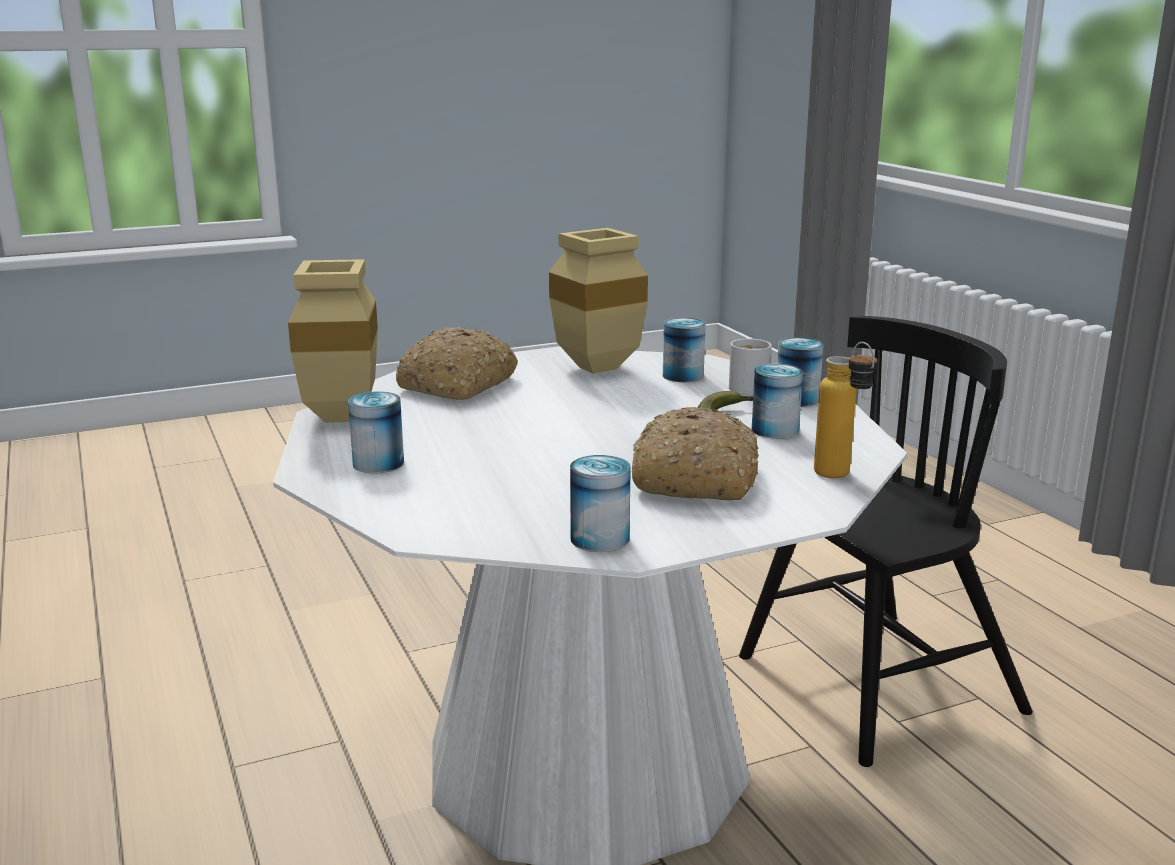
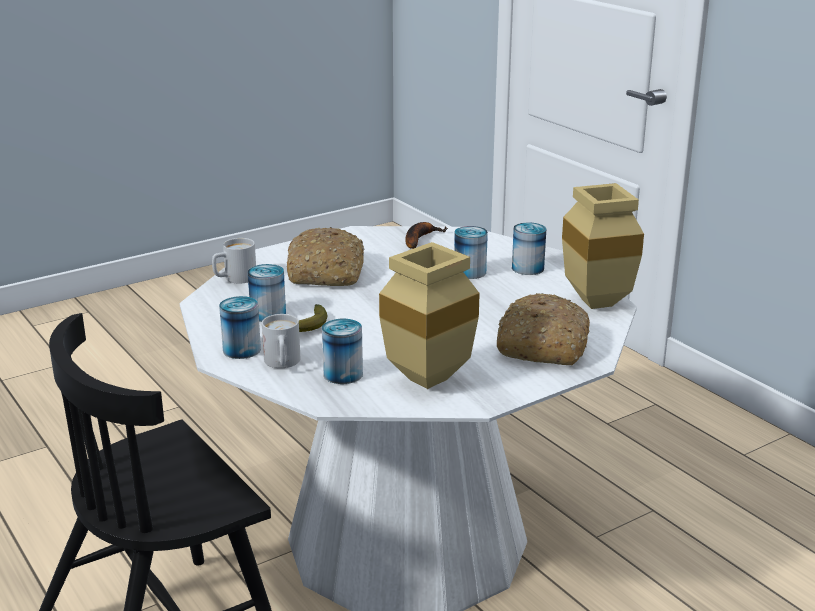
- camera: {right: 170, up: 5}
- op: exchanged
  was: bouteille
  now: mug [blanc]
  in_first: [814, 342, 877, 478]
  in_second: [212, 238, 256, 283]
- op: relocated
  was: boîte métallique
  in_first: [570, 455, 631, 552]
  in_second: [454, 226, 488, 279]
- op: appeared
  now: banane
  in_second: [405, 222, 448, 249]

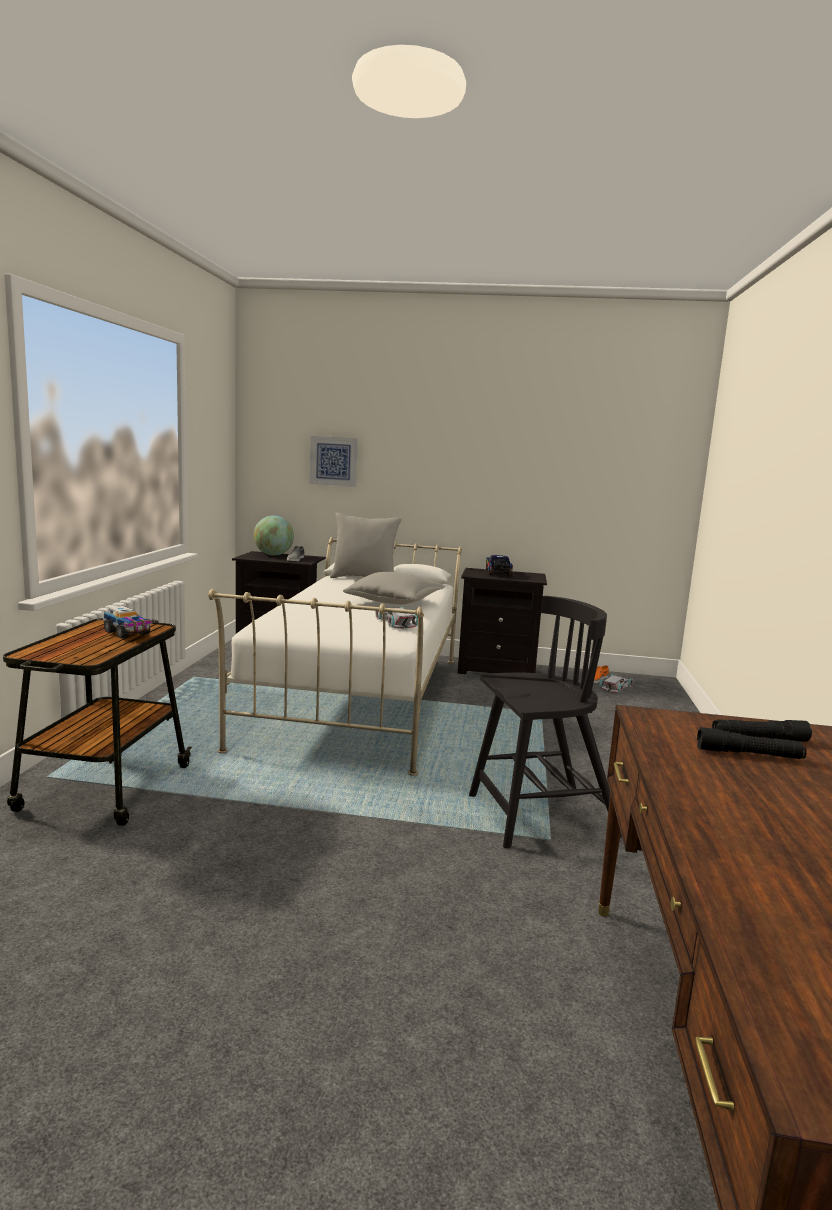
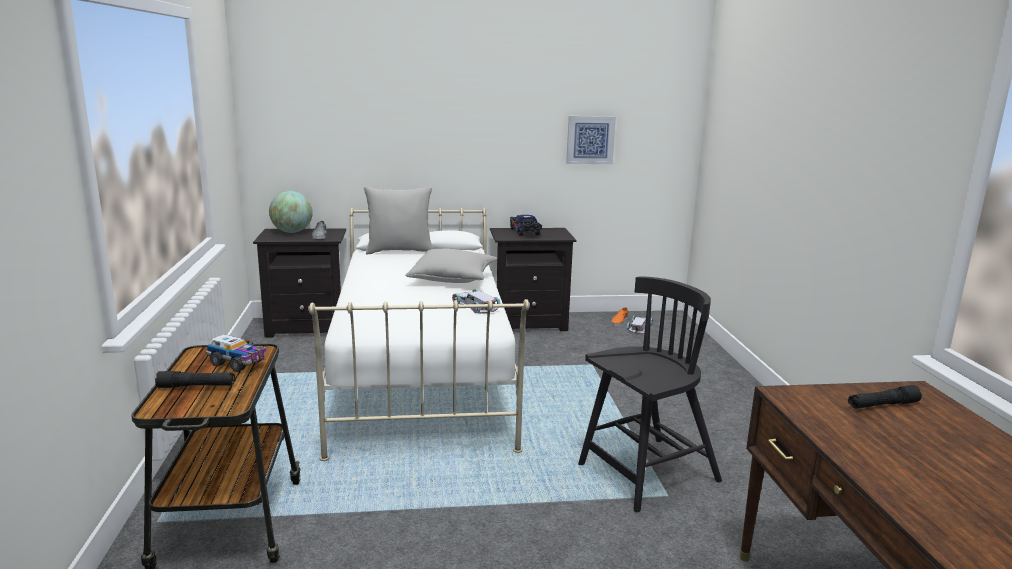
- camera: {right: -15, up: 5}
- op: relocated
  was: tableau
  in_first: [310, 436, 358, 487]
  in_second: [566, 116, 616, 164]
- op: relocated
  was: lampe de poche [noir]
  in_first: [697, 727, 807, 759]
  in_second: [155, 371, 235, 388]

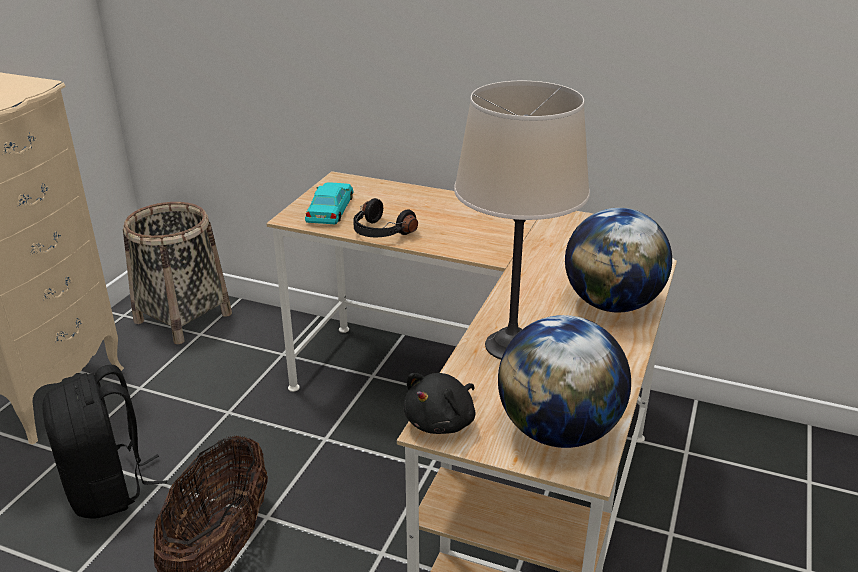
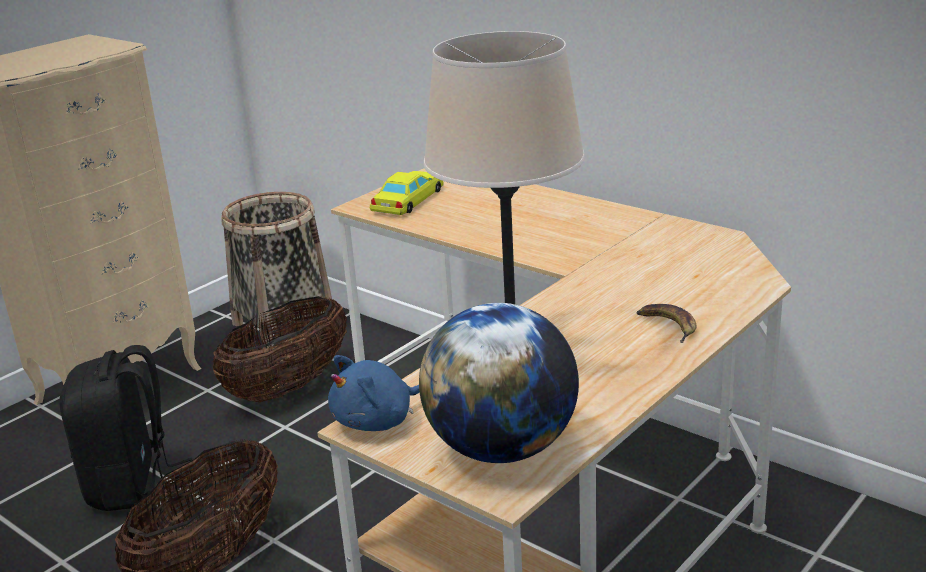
- camera: {right: 20, up: -5}
- op: colour
  was: petite voiture [turquoise]
  now: petite voiture [jaune]
  in_first: [305, 183, 353, 224]
  in_second: [370, 171, 443, 215]
- op: missing
  was: casque audio [noir]
  in_first: [353, 198, 418, 237]
- op: exchanged
  was: globe
  now: banane
  in_first: [565, 208, 672, 312]
  in_second: [637, 304, 696, 343]
- op: colour
  was: peluche [noir]
  now: peluche [bleu]
  in_first: [404, 373, 475, 434]
  in_second: [328, 355, 420, 431]
- op: appeared
  now: panier
  in_second: [213, 296, 347, 402]

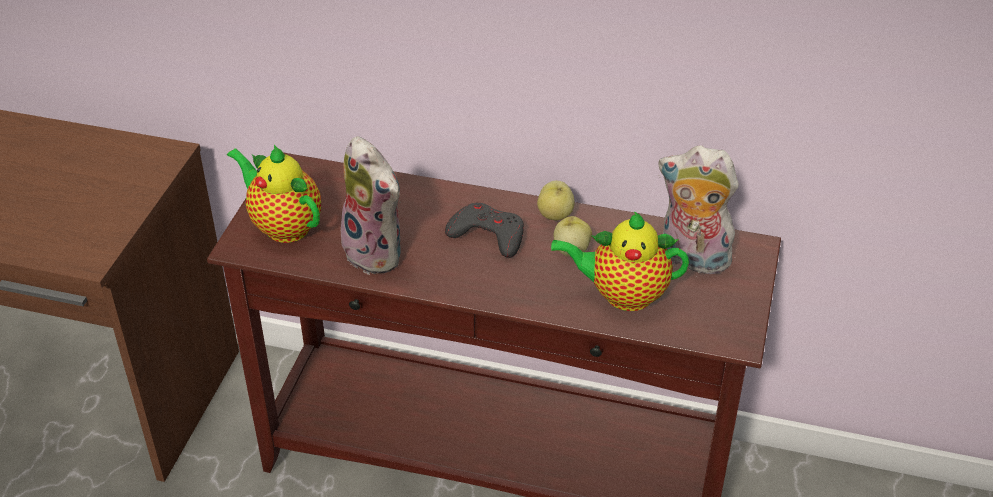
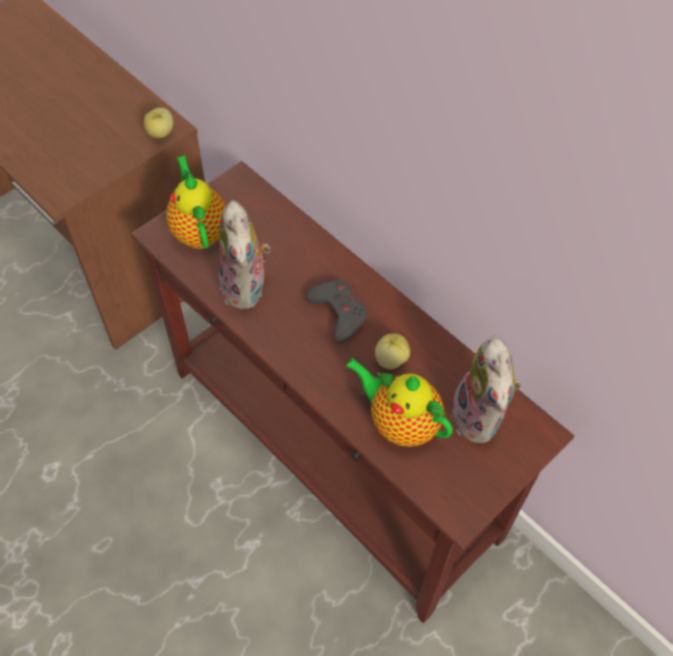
- camera: {right: 30, up: 15}
- op: spun
  was: peluche
  in_first: [658, 145, 739, 277]
  in_second: [451, 335, 521, 443]
  clockwise: -150
- op: relocated
  was: pomme
  in_first: [537, 181, 575, 220]
  in_second: [144, 107, 174, 138]

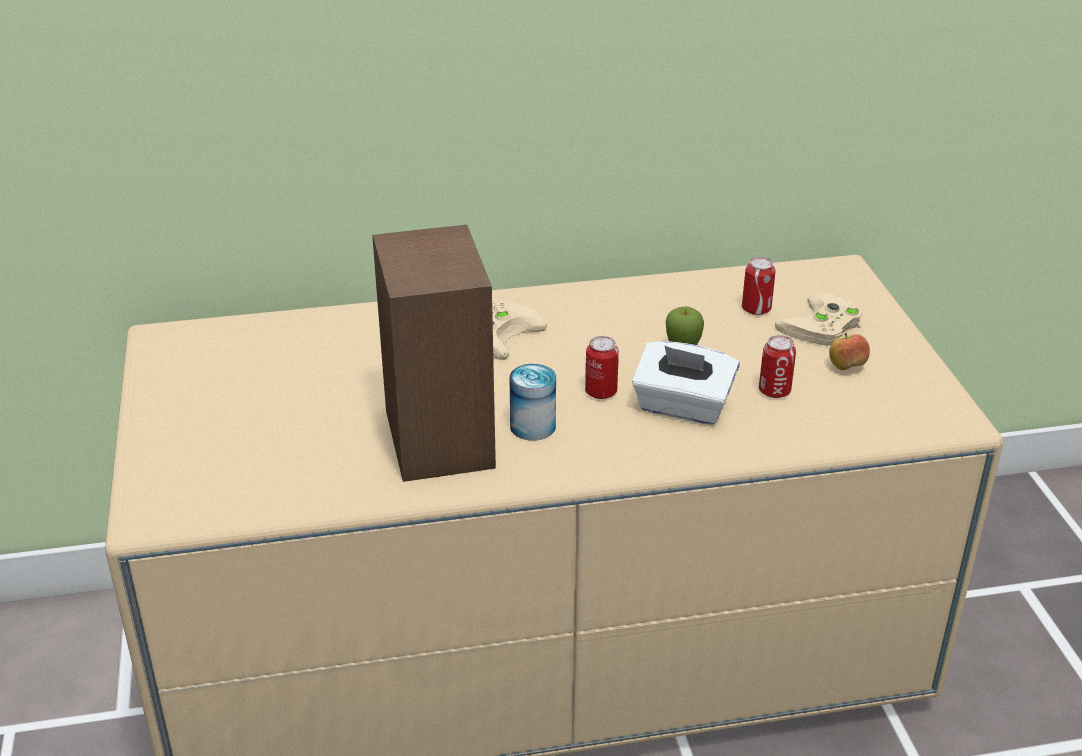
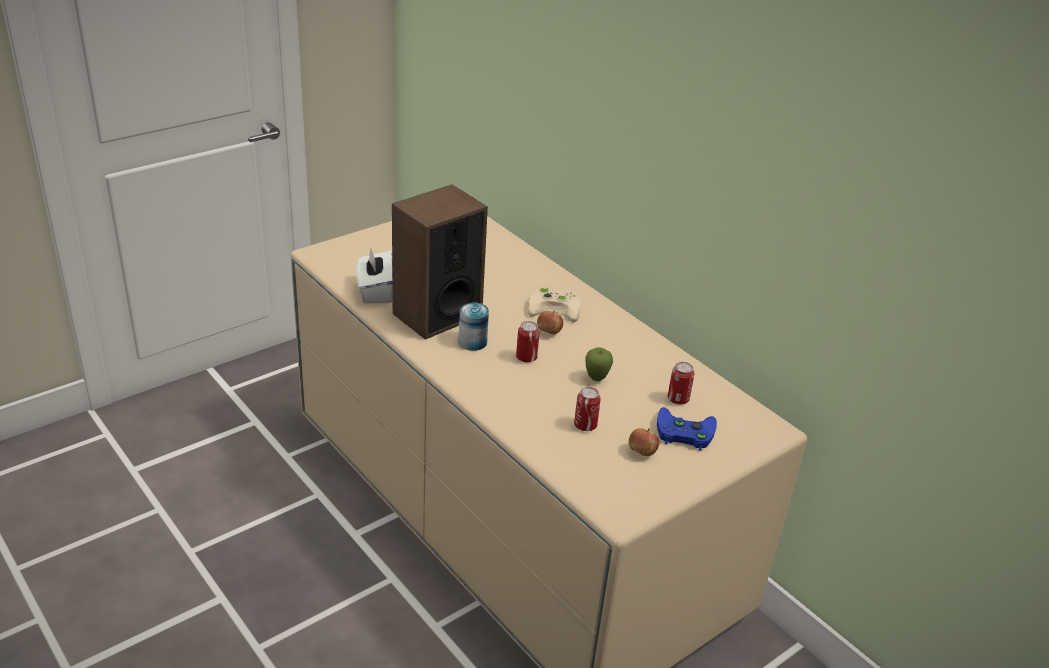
- camera: {right: 60, up: 0}
- op: colour
  was: manette [beige]
  now: manette [bleu]
  in_first: [775, 292, 863, 346]
  in_second: [657, 407, 717, 451]
- op: relocated
  was: boîte à mouchoirs [blanc]
  in_first: [632, 341, 740, 425]
  in_second: [356, 247, 393, 304]
- op: appeared
  now: pomme
  in_second: [537, 311, 563, 335]

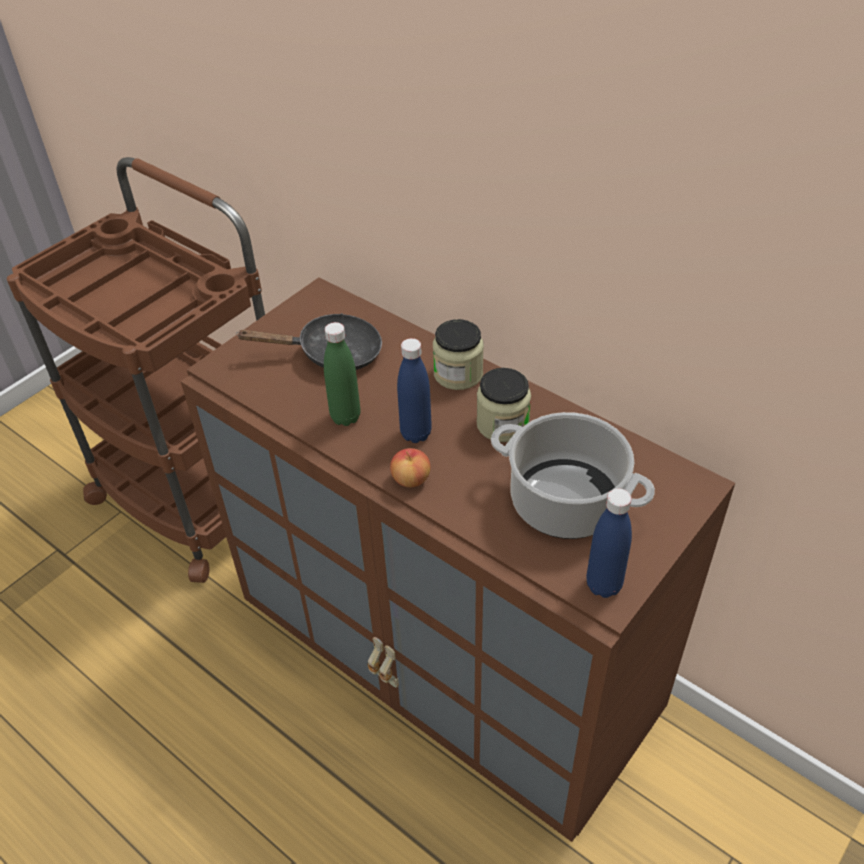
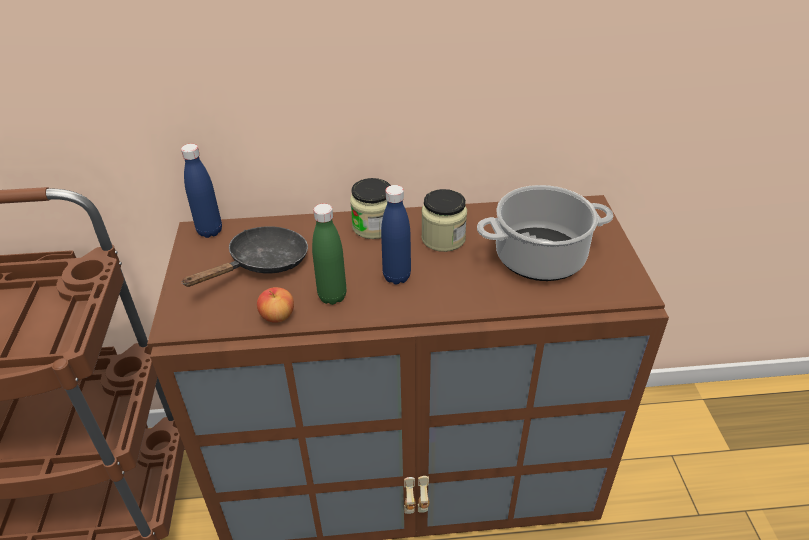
- camera: {right: -45, up: -5}
- op: relocated
  was: pomme
  in_first: [390, 448, 431, 487]
  in_second: [257, 287, 294, 323]
- op: relocated
  was: bouteille [bleu]
  in_first: [586, 488, 632, 598]
  in_second: [181, 144, 222, 238]

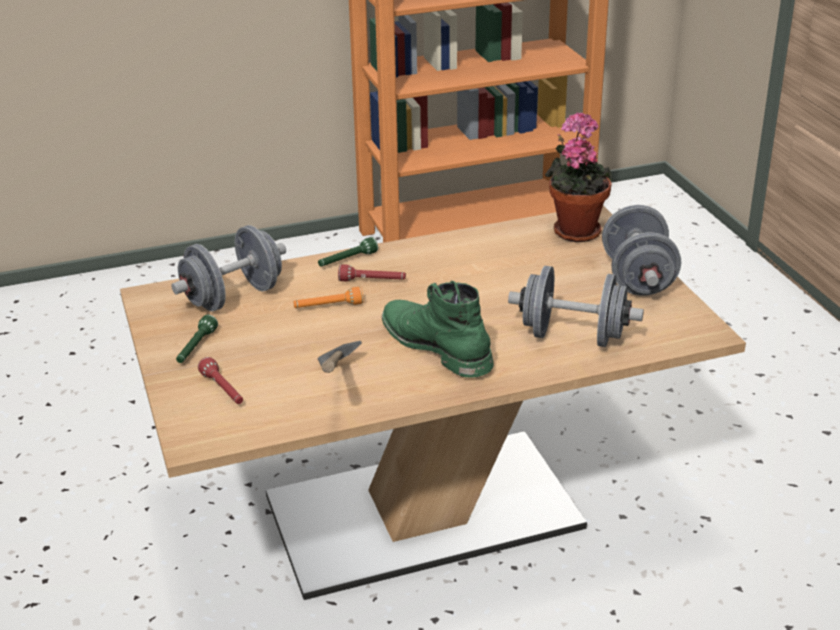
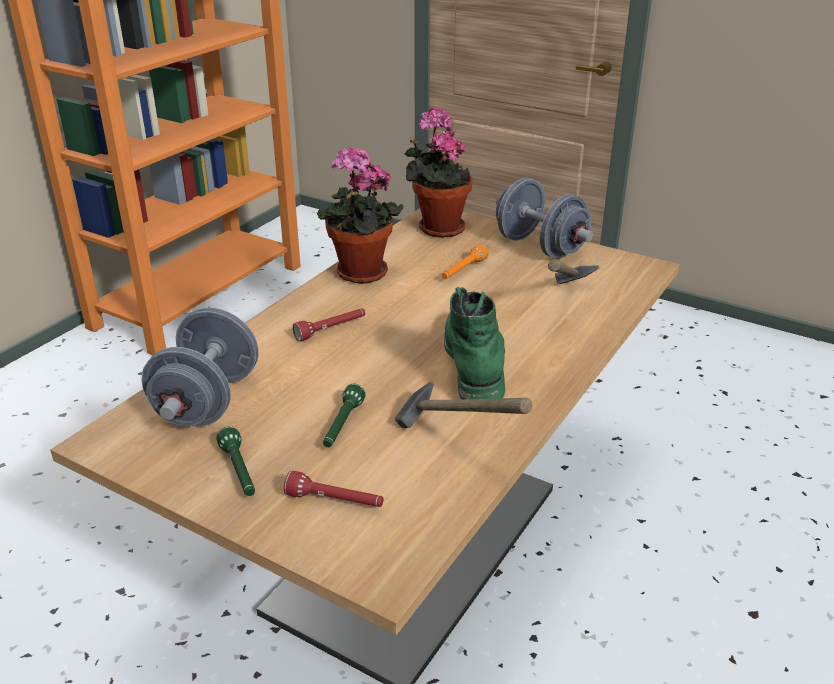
- camera: {right: -40, up: 0}
- op: relocated
  was: lampe de poche [vert]
  in_first: [318, 237, 378, 267]
  in_second: [323, 384, 366, 448]
- op: exchanged
  was: haltère [gris]
  now: marteau
  in_first: [508, 266, 644, 347]
  in_second: [548, 259, 599, 284]
- op: spun
  was: botte [vert]
  in_first: [382, 281, 494, 378]
  in_second: [444, 287, 505, 399]
  clockwise: 75
- op: relocated
  was: lampe de poche [orange]
  in_first: [294, 287, 364, 308]
  in_second: [442, 244, 489, 279]
- op: appeared
  now: plante en pot
  in_second: [317, 146, 403, 284]

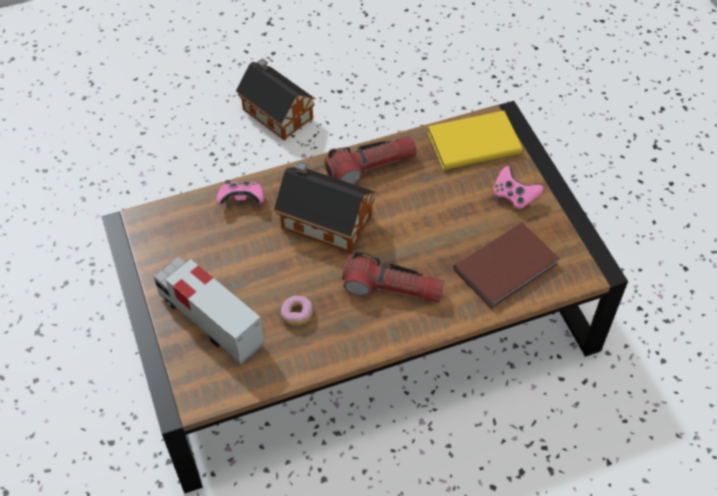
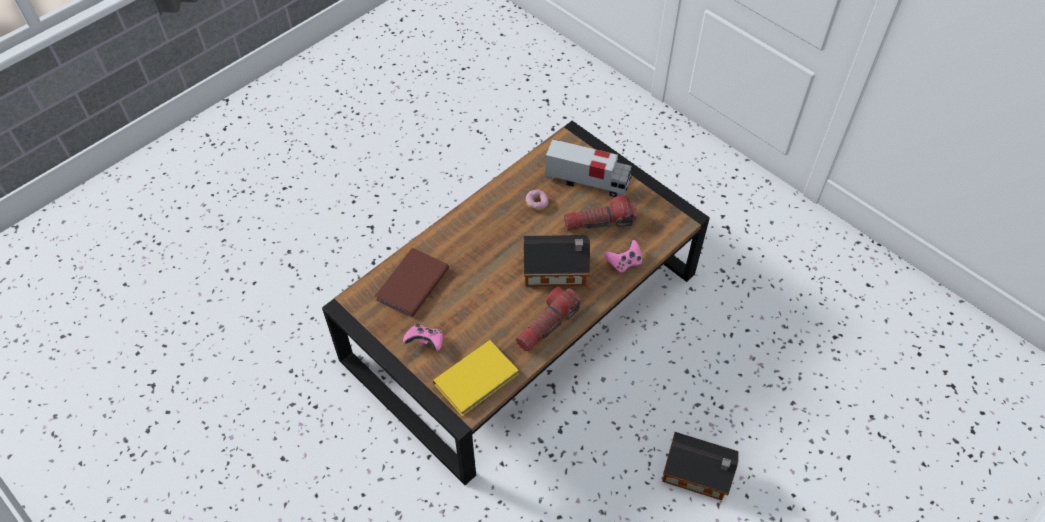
- camera: {right: 155, up: 0}
- op: relocated
  was: lampe de poche
  in_first: [342, 251, 444, 303]
  in_second: [564, 196, 637, 230]

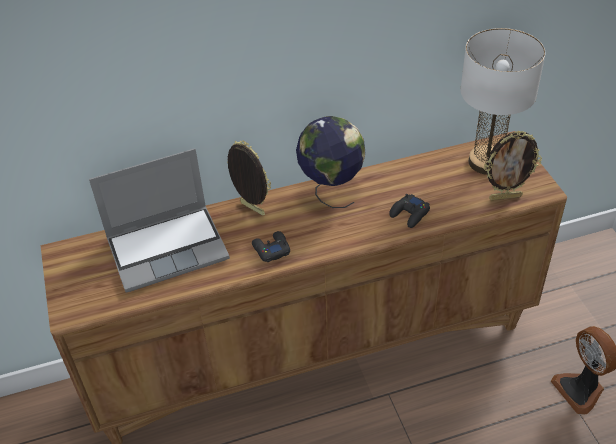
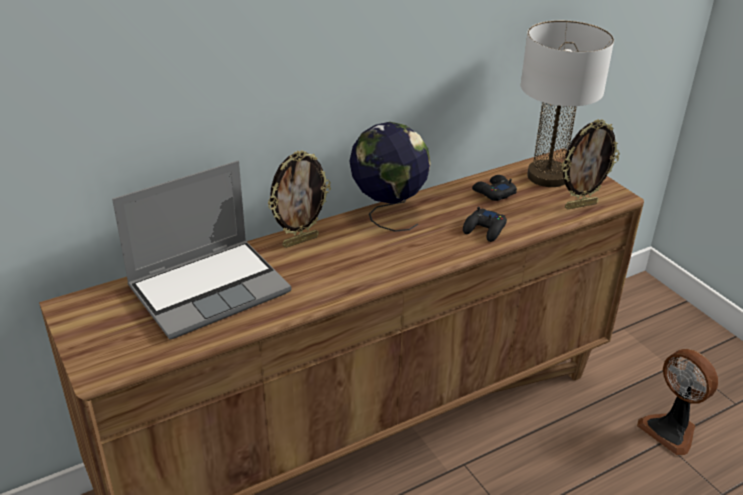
- camera: {right: -15, up: -10}
- op: spun
  was: cadre photo
  in_first: [227, 140, 271, 216]
  in_second: [267, 150, 331, 248]
  clockwise: 120
- op: relocated
  was: manette [noir]
  in_first: [252, 231, 290, 262]
  in_second: [472, 175, 517, 201]

